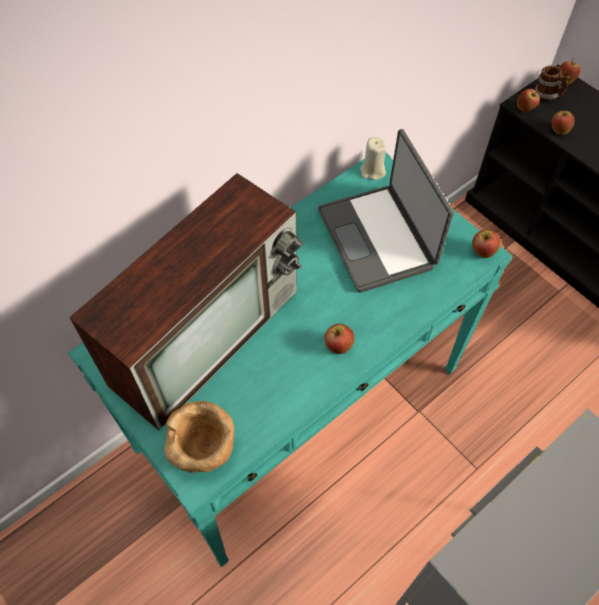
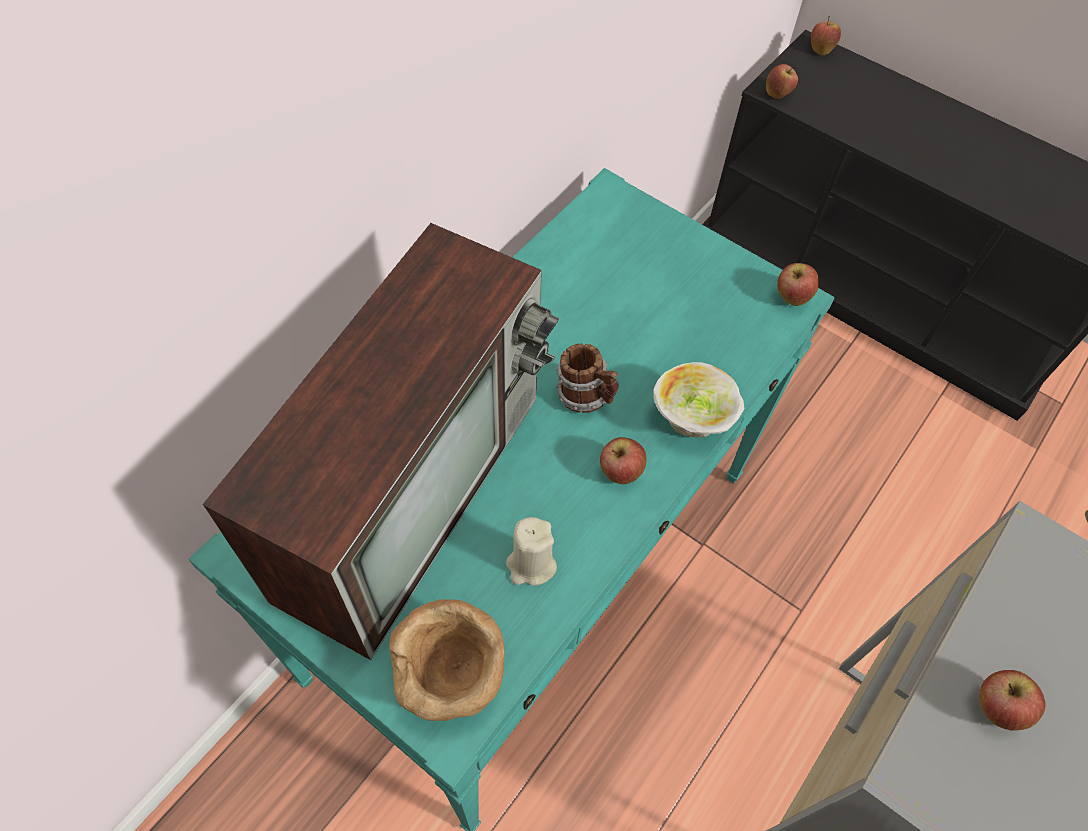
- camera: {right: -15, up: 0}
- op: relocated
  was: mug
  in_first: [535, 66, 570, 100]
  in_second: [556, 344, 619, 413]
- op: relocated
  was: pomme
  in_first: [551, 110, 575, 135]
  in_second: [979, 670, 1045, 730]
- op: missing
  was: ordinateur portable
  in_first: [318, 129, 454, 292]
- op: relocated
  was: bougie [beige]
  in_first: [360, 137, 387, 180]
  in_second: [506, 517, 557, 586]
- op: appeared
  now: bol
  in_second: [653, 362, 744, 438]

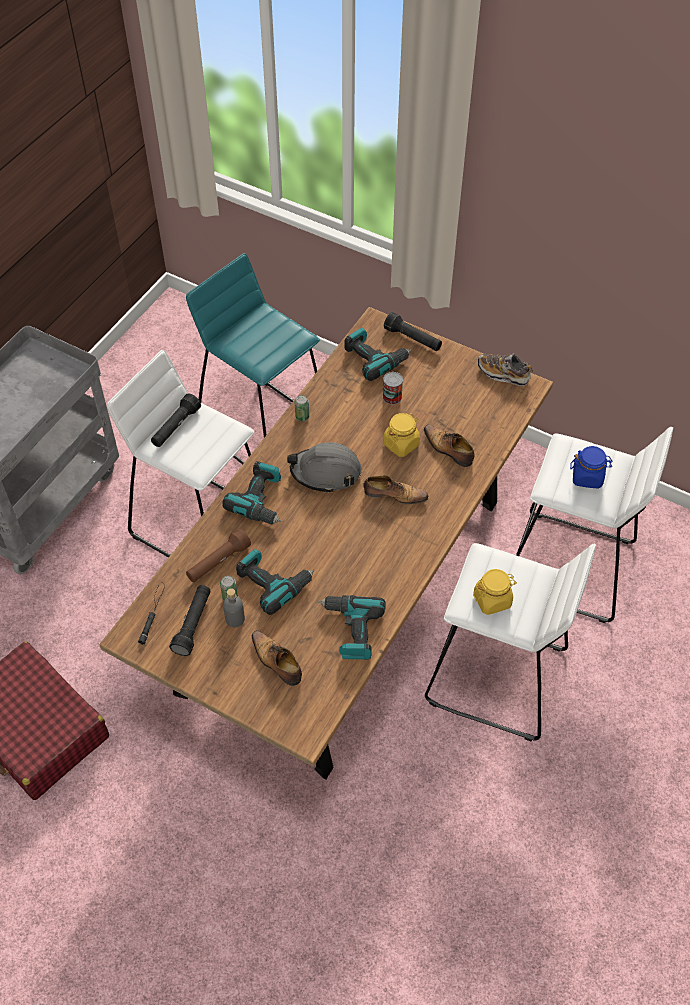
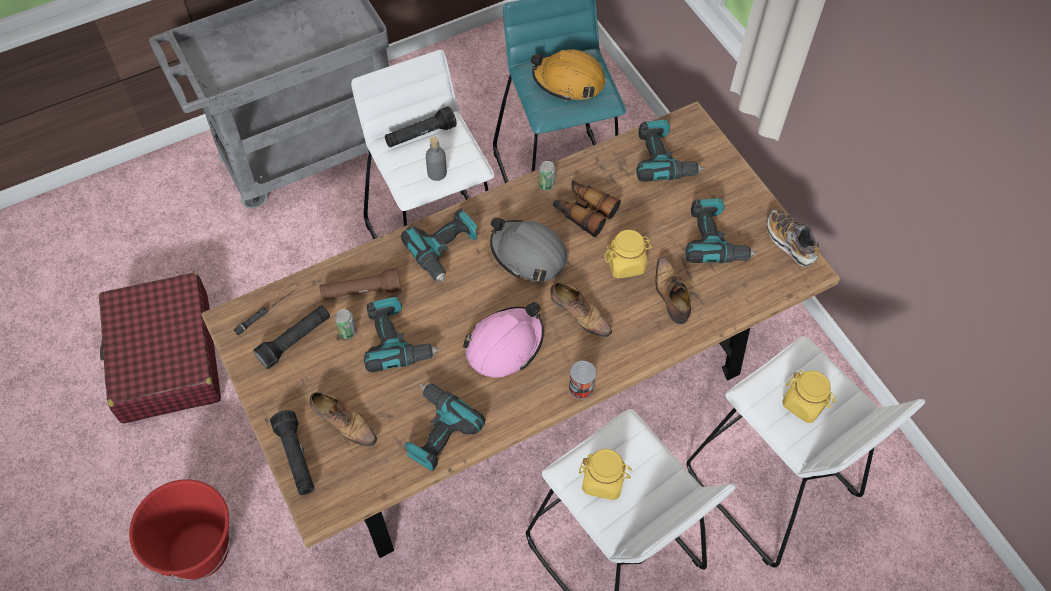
- camera: {right: 30, up: 5}
- op: relocated
  was: lampe de poche [noir]
  in_first: [384, 312, 442, 351]
  in_second: [270, 410, 315, 495]
- op: relocated
  was: boîte métallique
  in_first: [383, 372, 403, 405]
  in_second: [569, 361, 596, 399]
- op: colour
  was: bocal [bleu]
  now: bocal [jaune]
  in_first: [570, 446, 612, 488]
  in_second: [782, 370, 836, 423]
- op: relocated
  was: bouteille [gris]
  in_first: [223, 588, 245, 627]
  in_second: [426, 137, 447, 181]
- op: spun
  was: chaussure
  in_first: [252, 630, 302, 686]
  in_second: [310, 392, 377, 447]
  clockwise: 135
- op: appeared
  now: casque de chantier [orange]
  in_second: [531, 49, 605, 101]
- op: appeared
  now: jumelles
  in_second: [553, 180, 621, 237]
- op: appeared
  now: perceuse
  in_second: [685, 198, 758, 263]
- op: appeared
  now: casque de chantier [rose]
  in_second: [463, 302, 544, 378]
- op: appeared
  now: seau [rouge]
  in_second: [129, 479, 231, 582]

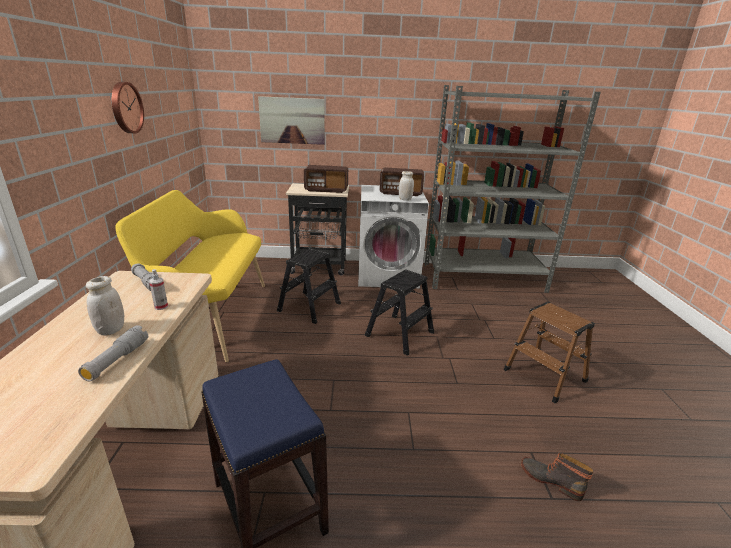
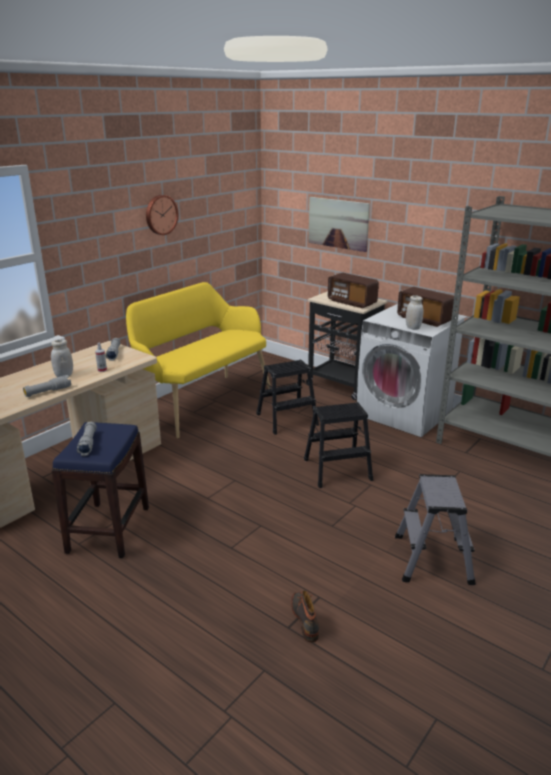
- camera: {right: 40, up: 0}
- op: colour
  was: escabeau [marron]
  now: escabeau [gris]
  in_first: [503, 301, 595, 403]
  in_second: [395, 474, 476, 585]
- op: appeared
  now: lampe de poche [gris]
  in_second: [77, 422, 97, 456]

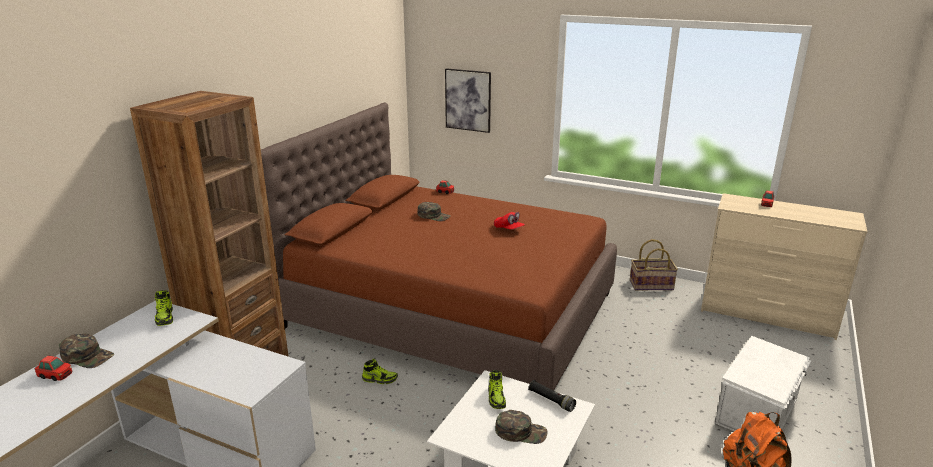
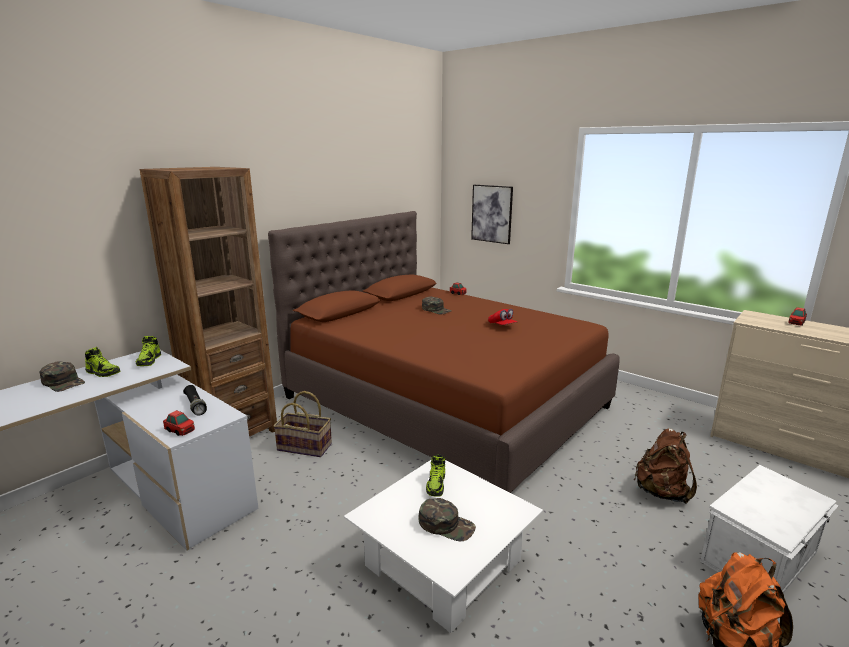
- camera: {right: 15, up: -5}
- op: relocated
  was: panier
  in_first: [630, 239, 678, 290]
  in_second: [273, 391, 332, 457]
- op: relocated
  was: petite voiture
  in_first: [35, 355, 73, 381]
  in_second: [163, 410, 195, 436]
- op: relocated
  was: chaussure
  in_first: [362, 359, 398, 384]
  in_second: [85, 347, 120, 377]
- op: relocated
  was: lampe de poche [noir]
  in_first: [528, 380, 576, 412]
  in_second: [183, 385, 207, 415]
- op: appeared
  now: sac à dos [marron]
  in_second: [634, 428, 697, 504]

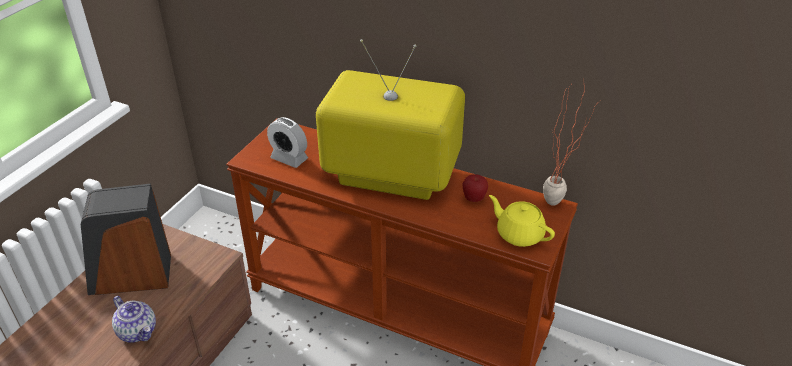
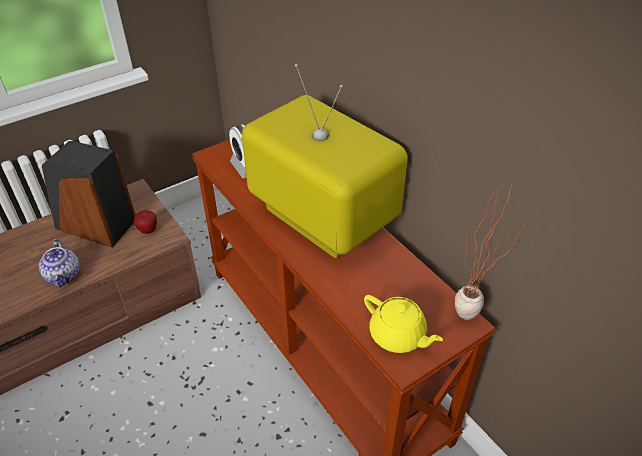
- camera: {right: 30, up: 5}
- op: relocated
  was: pomme
  in_first: [463, 174, 488, 202]
  in_second: [134, 210, 157, 234]
- op: spun
  was: théière [jaune]
  in_first: [489, 195, 555, 247]
  in_second: [364, 295, 443, 353]
  clockwise: 150

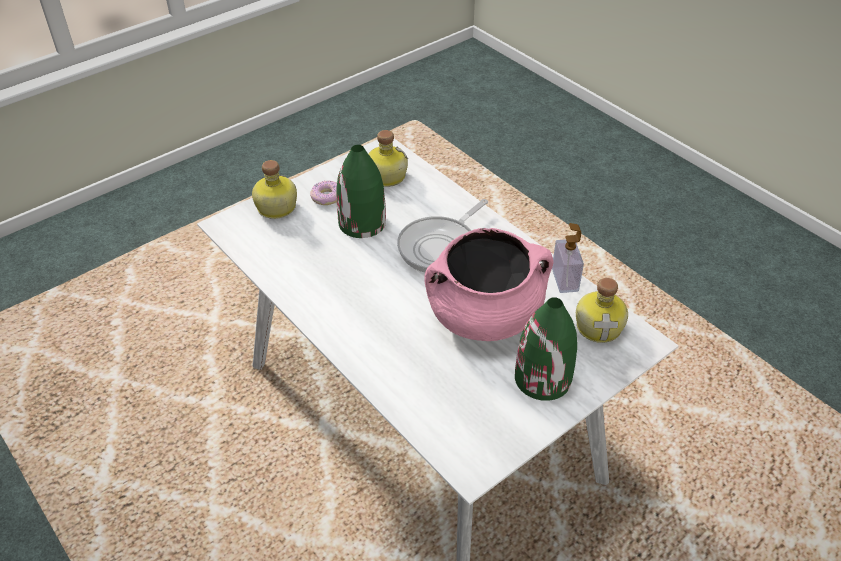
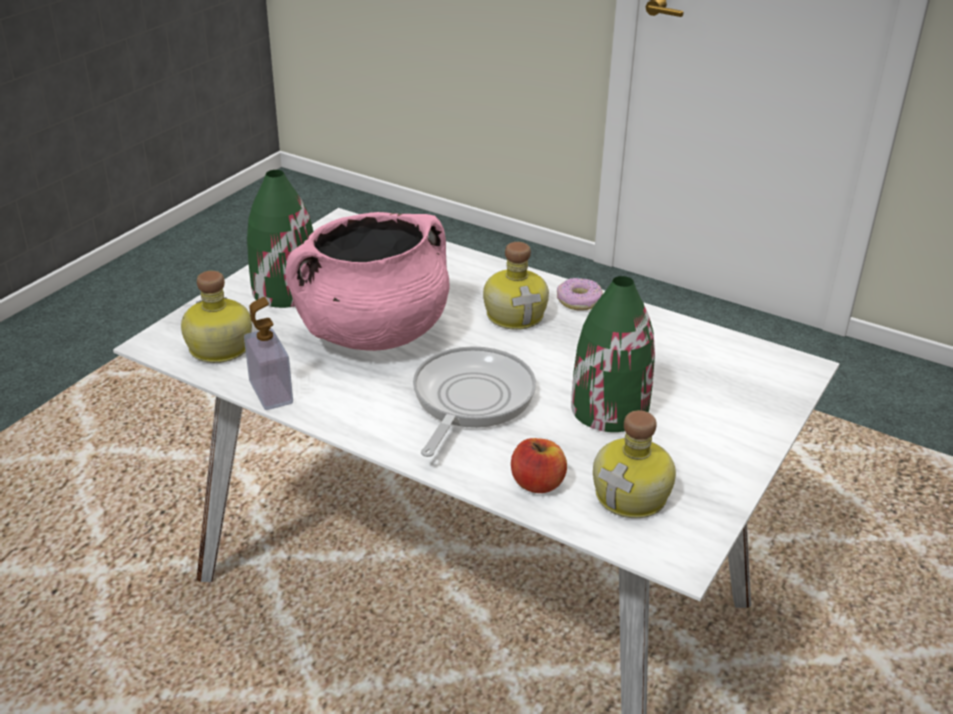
- camera: {right: 160, up: -10}
- op: relocated
  was: bouteille
  in_first: [252, 160, 297, 219]
  in_second: [483, 242, 549, 330]
- op: relocated
  was: beignet
  in_first: [310, 180, 337, 205]
  in_second: [557, 278, 603, 311]
- op: appeared
  now: pomme
  in_second: [511, 438, 567, 493]

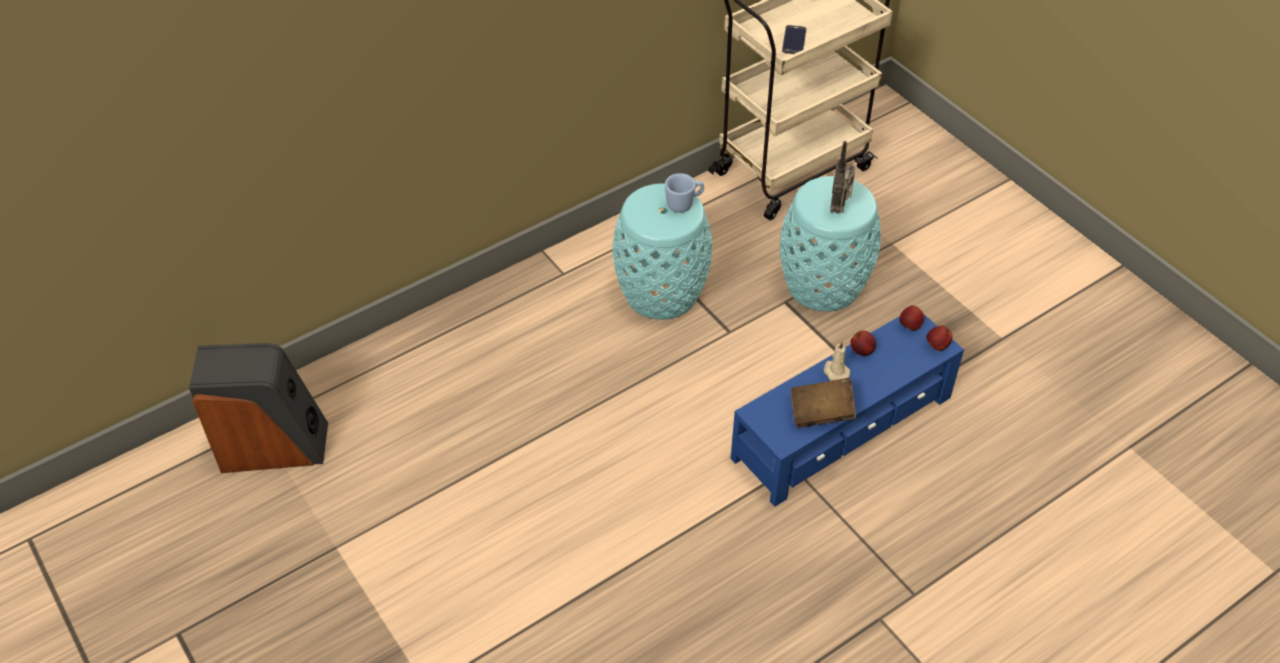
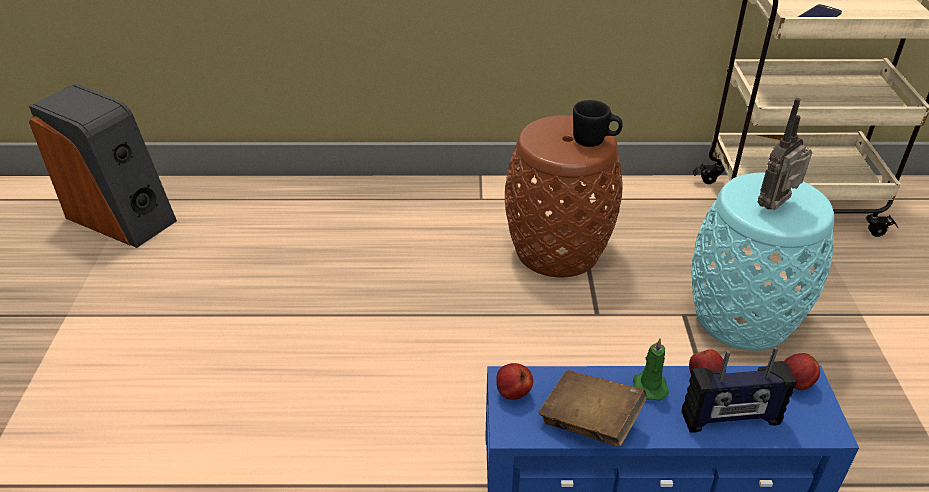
- camera: {right: 35, up: -10}
- op: colour
  was: mug [bleu]
  now: mug [noir]
  in_first: [665, 173, 704, 213]
  in_second: [573, 100, 623, 147]
- op: colour
  was: tabouret [turquoise]
  now: tabouret [marron]
  in_first: [612, 183, 712, 320]
  in_second: [505, 115, 622, 277]
- op: relocated
  was: pomme
  in_first: [926, 326, 952, 351]
  in_second: [496, 363, 533, 400]
- op: colour
  was: bougie [beige]
  now: bougie [vert]
  in_first: [824, 341, 850, 381]
  in_second: [633, 338, 669, 401]
- op: appeared
  now: radio
  in_second: [682, 347, 797, 433]

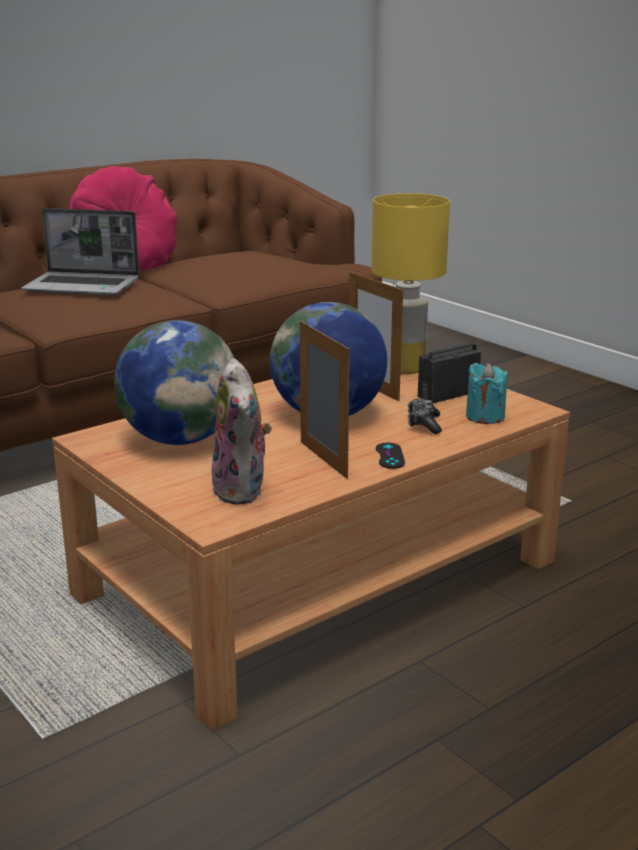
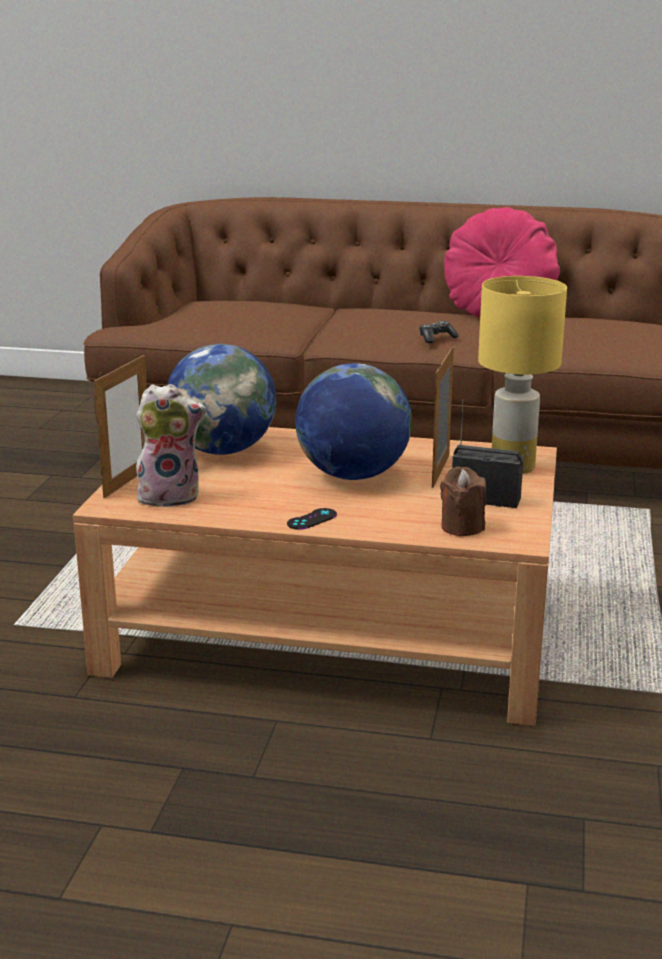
- camera: {right: 50, up: 0}
- op: missing
  was: ordinateur portable
  in_first: [21, 208, 140, 295]
- op: relocated
  was: cadre photo
  in_first: [300, 321, 350, 479]
  in_second: [94, 354, 147, 498]
- op: spun
  was: peluche
  in_first: [211, 358, 272, 505]
  in_second: [136, 384, 206, 508]
  clockwise: -135
- op: colour
  was: bougie [turquoise]
  now: bougie [marron]
  in_first: [466, 363, 508, 424]
  in_second: [440, 467, 486, 536]
- op: relocated
  was: manette
  in_first: [408, 398, 442, 434]
  in_second: [419, 321, 459, 343]

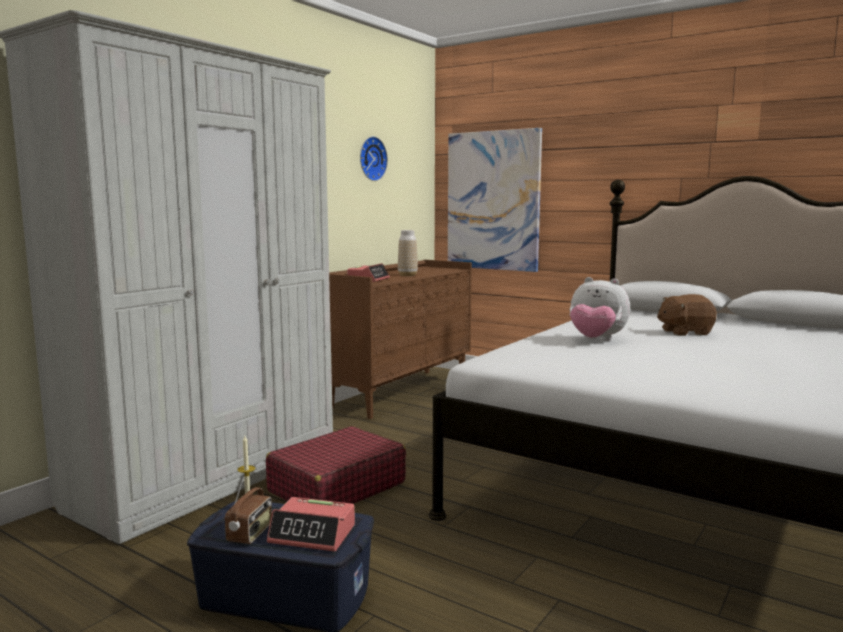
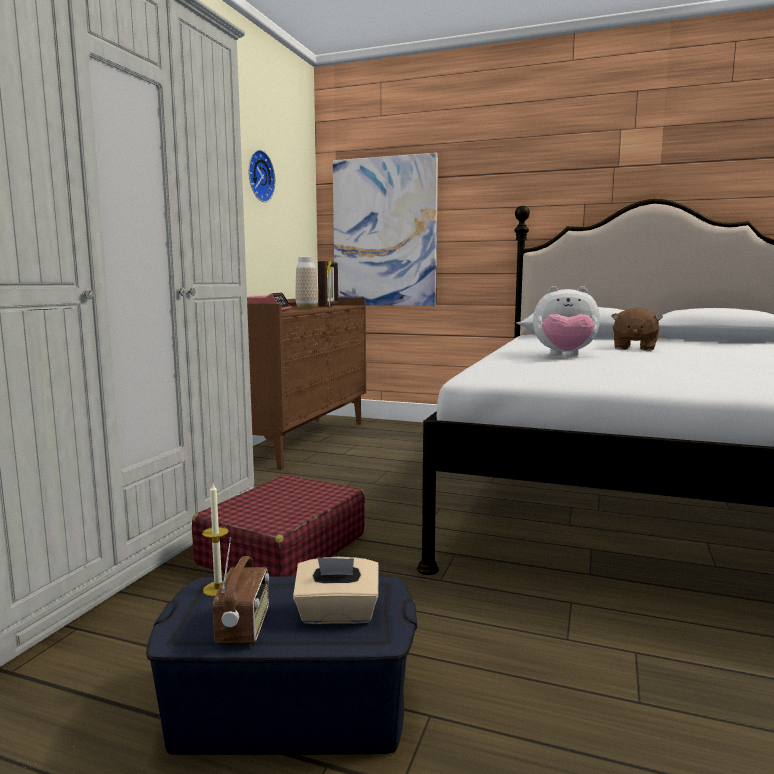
- camera: {right: -15, up: 0}
- op: spun
  was: peluche [marron]
  in_first: [657, 294, 717, 336]
  in_second: [611, 307, 663, 351]
  clockwise: -45
- op: exchanged
  was: réveil
  now: boîte à mouchoirs [beige]
  in_first: [267, 497, 355, 552]
  in_second: [293, 557, 379, 624]
- op: appeared
  now: cadre photo
  in_second: [318, 260, 338, 307]

